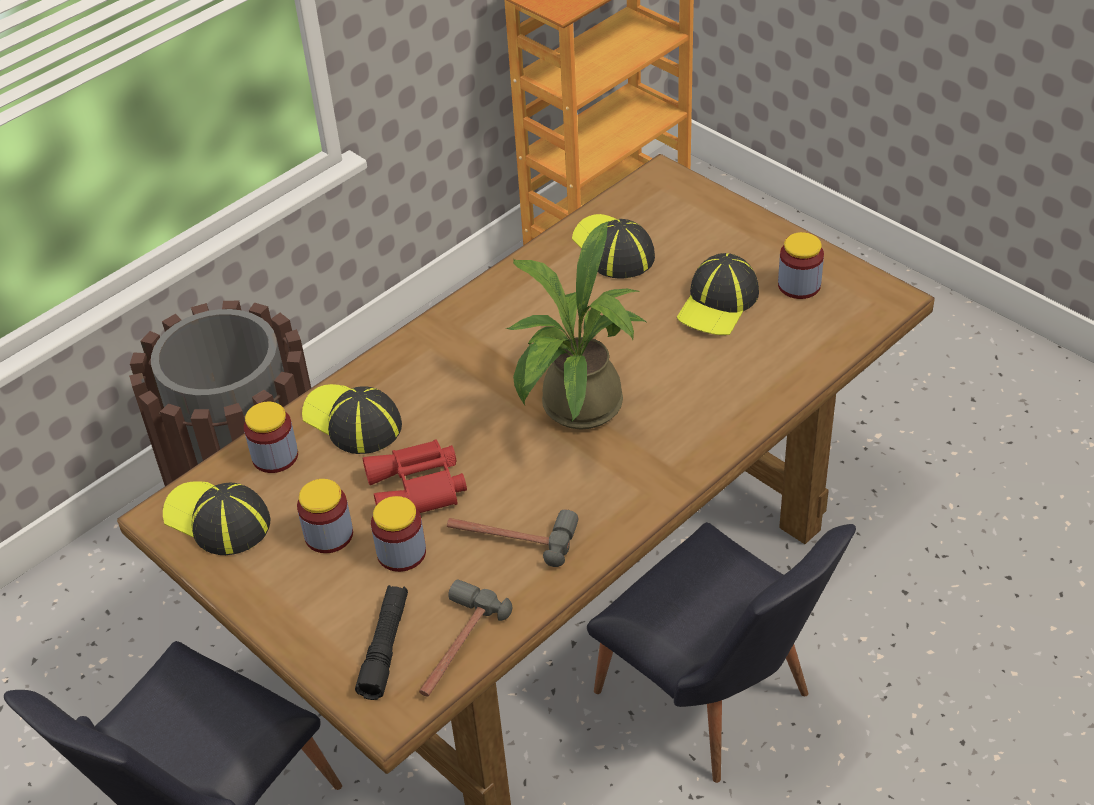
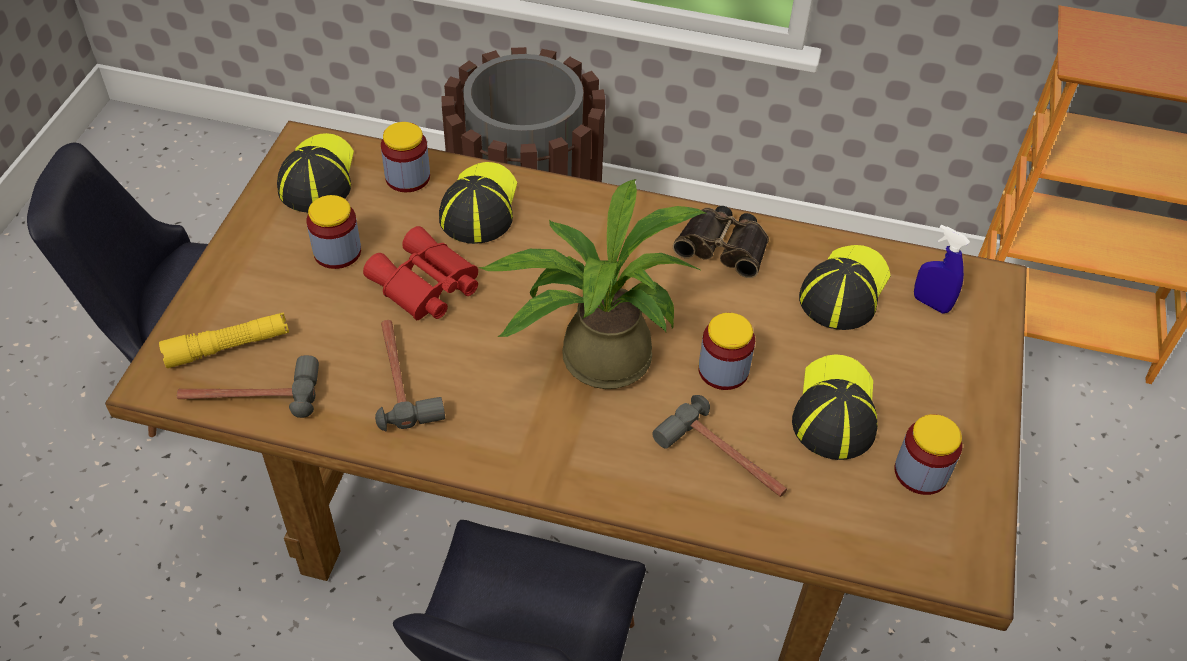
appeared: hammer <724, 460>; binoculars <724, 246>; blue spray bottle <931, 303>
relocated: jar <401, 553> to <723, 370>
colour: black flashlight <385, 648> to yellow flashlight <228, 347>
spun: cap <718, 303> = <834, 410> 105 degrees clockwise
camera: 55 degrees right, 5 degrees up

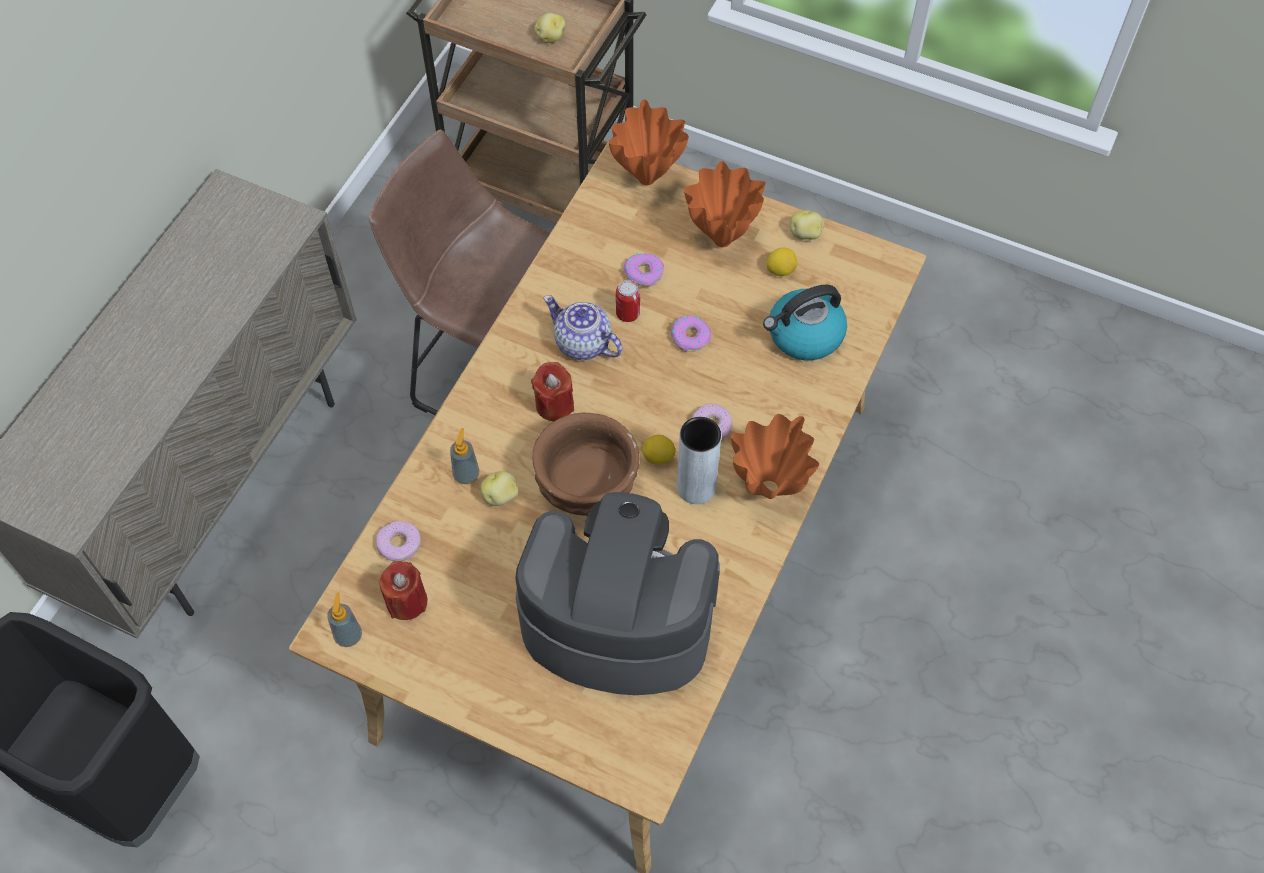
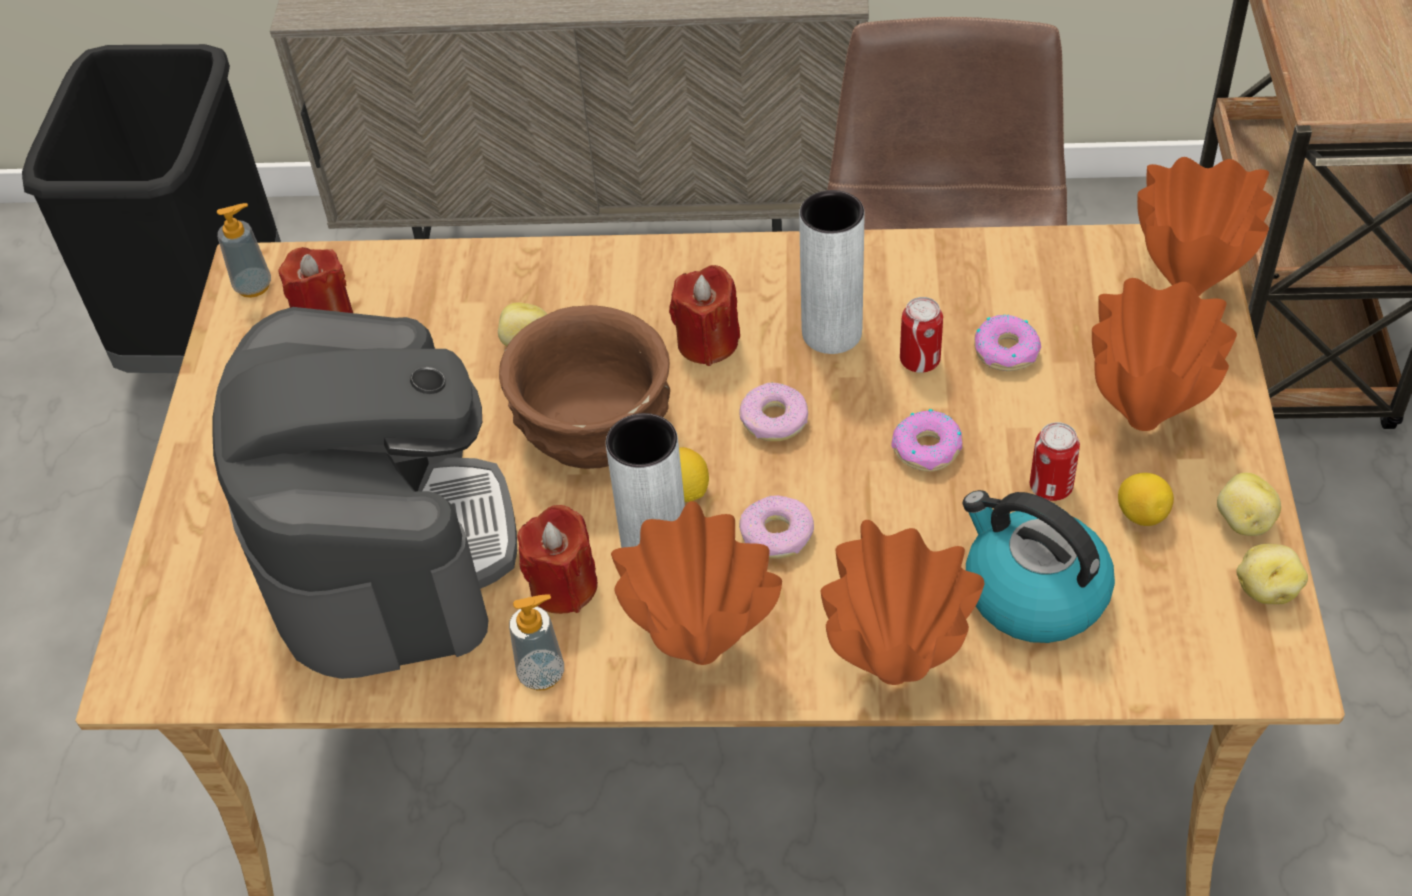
appeared: red candle <563, 586>; orange vase <894, 673>; can <1051, 486>
relocated: soap dispenser <466, 474> to <542, 674>; donut <399, 545> to <774, 420>; potato <550, 37> to <1265, 589>
exchanged: teapot <583, 344> to grey vase <831, 333>
camera: 70 degrees right, 10 degrees down

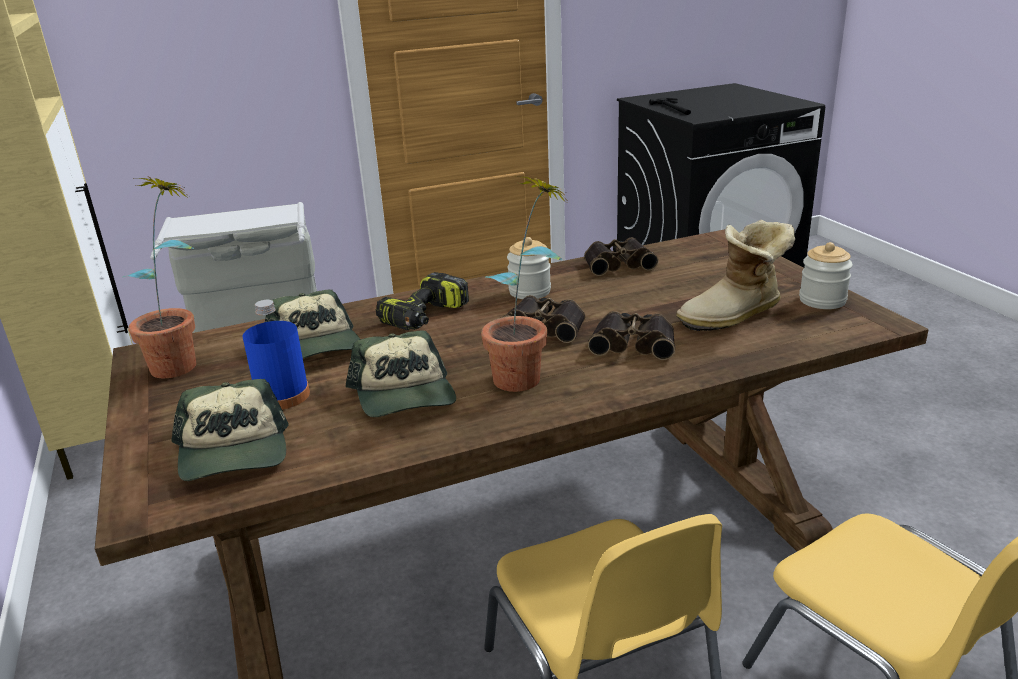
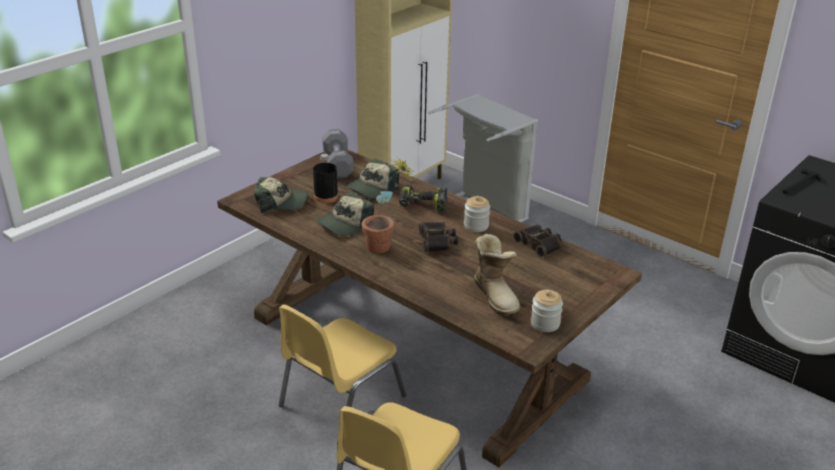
missing: binoculars <634, 343>
exchanged: potted plant <183, 360> to grey dumbbell <338, 164>
colour: blue bottle <282, 396> to black bottle <326, 197>
spun: cap <234, 452> = <281, 202> 135 degrees counterclockwise; boot <735, 316> = <496, 296> 150 degrees counterclockwise
camera: 60 degrees right, 5 degrees up

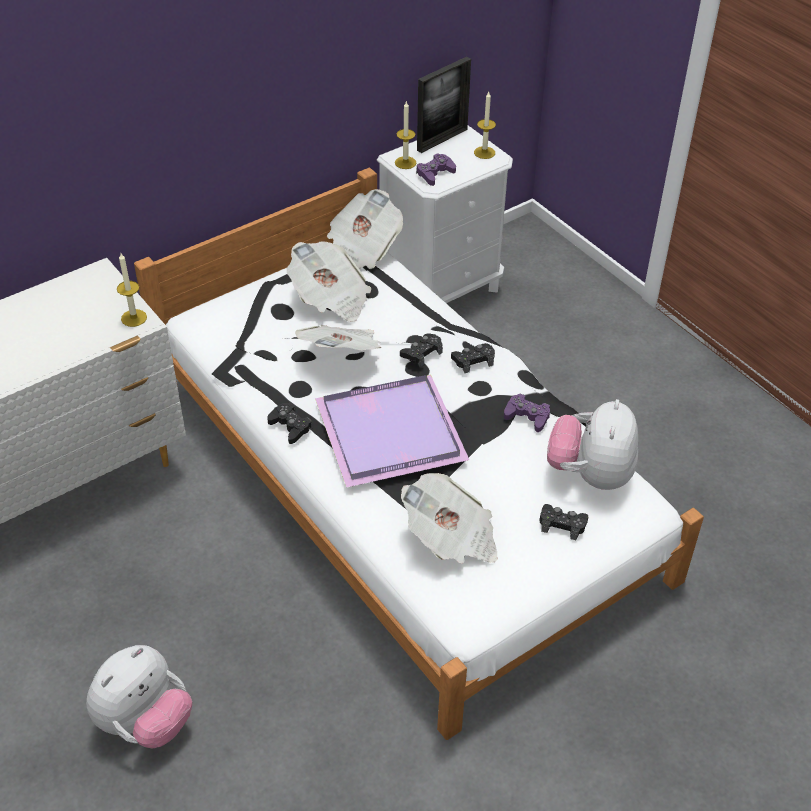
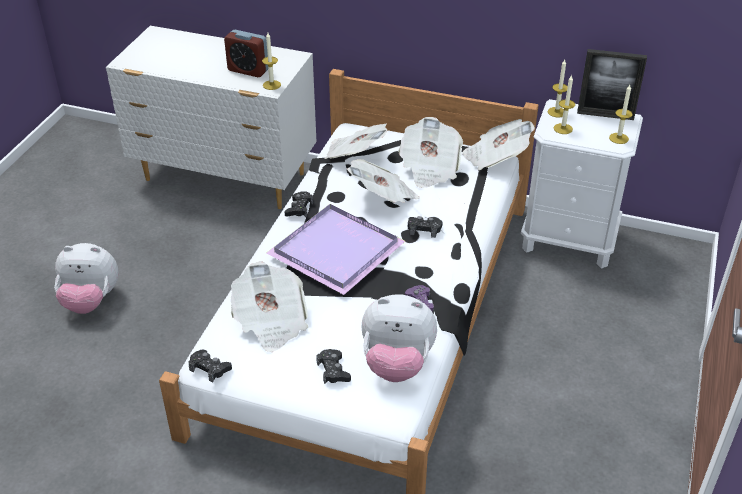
appeared: alarm clock <248, 70>; newspaper <355, 155>
relocated: black game controller <473, 361> to <210, 368>
exchanged: purple game controller <435, 173> to candle <563, 128>
spun: plush toy <590, 474> = <397, 364> 150 degrees counterclockwise
camera: 55 degrees right, 5 degrees down

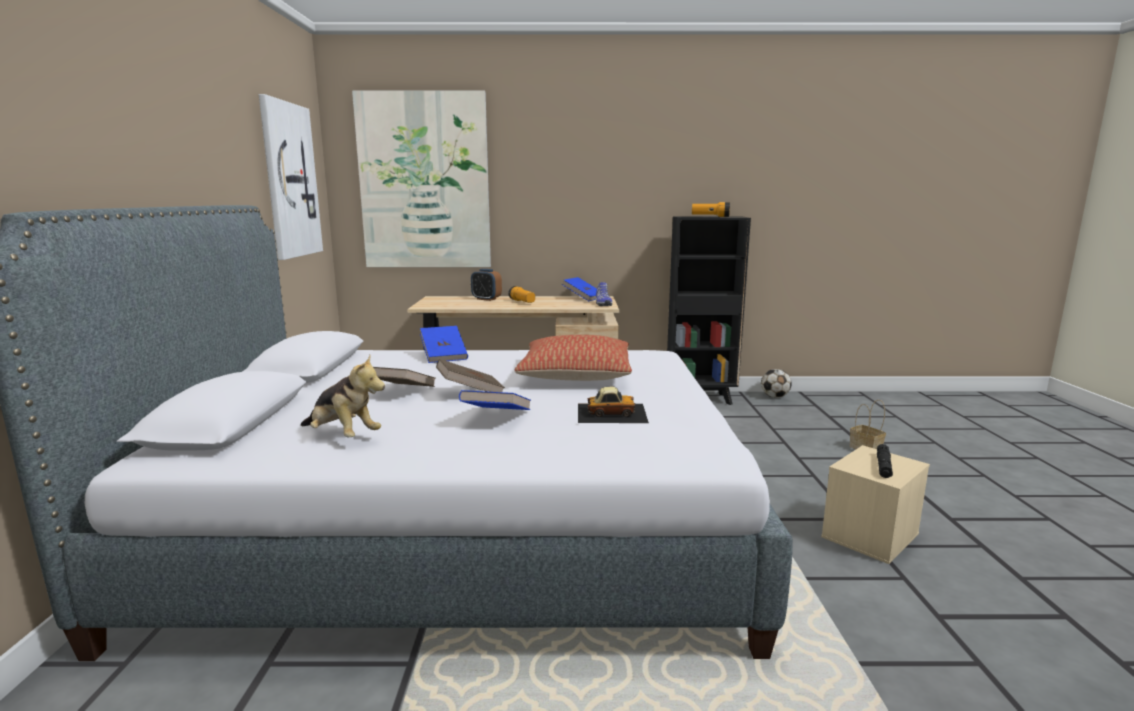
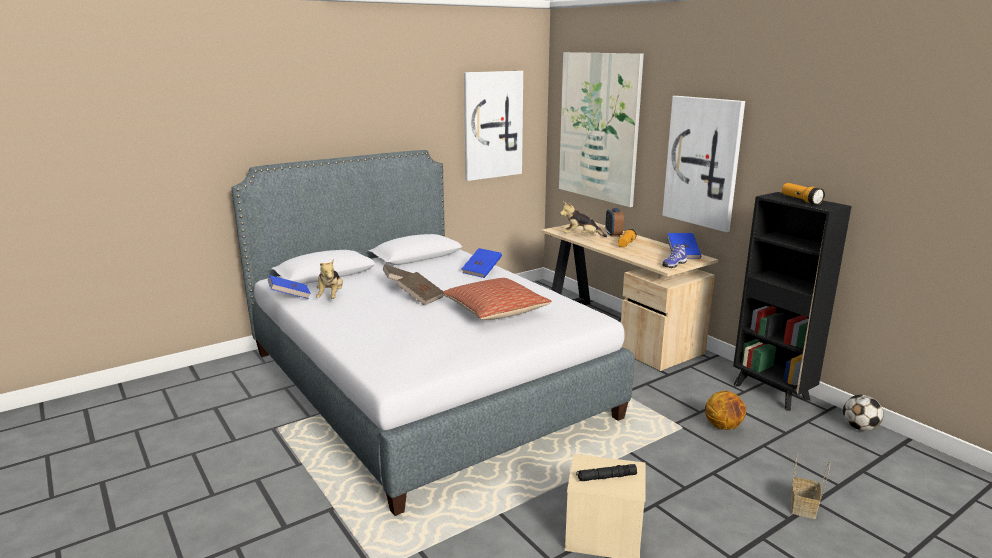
missing: toy car <611, 412>
appeared: plush toy <581, 236>; picture <702, 162>; basketball <724, 426>
relocated: blue book <496, 418> to <290, 296>
camera: 55 degrees right, 5 degrees up

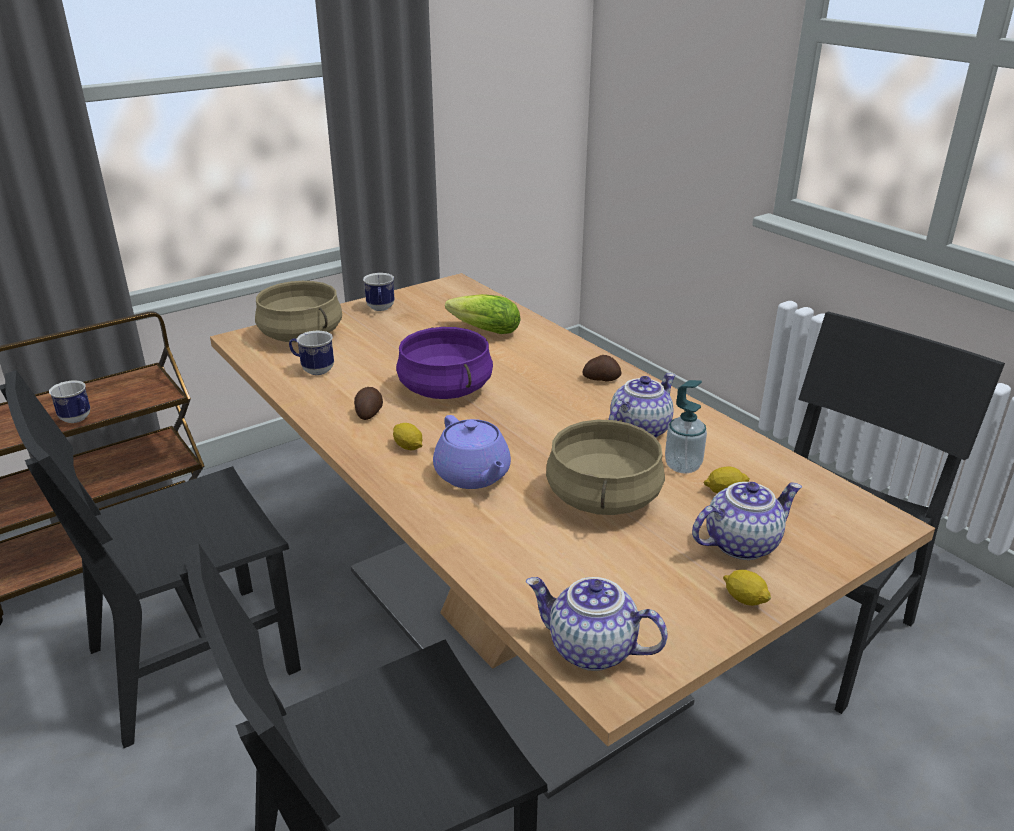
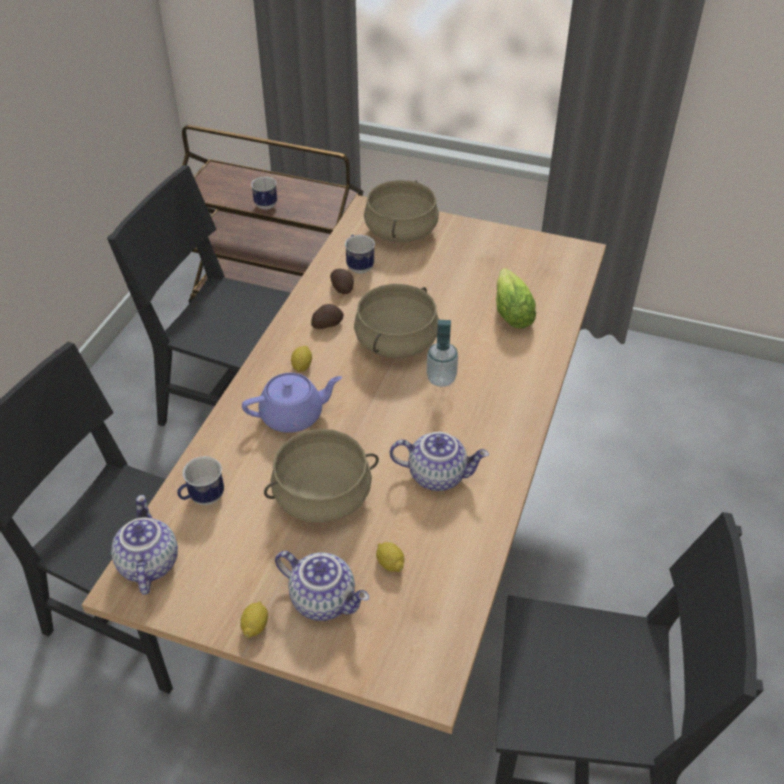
relocated: mug <380, 309> to <203, 499>; potato <601, 378> to <342, 287>; soap dispenser <682, 466> to <441, 379>
colour: purple cooking pot <446, 389> to beige cooking pot <397, 342>
spun: purple teapot <473, 475> = <293, 415> 135 degrees counterclockwise
camera: 55 degrees right, 15 degrees up

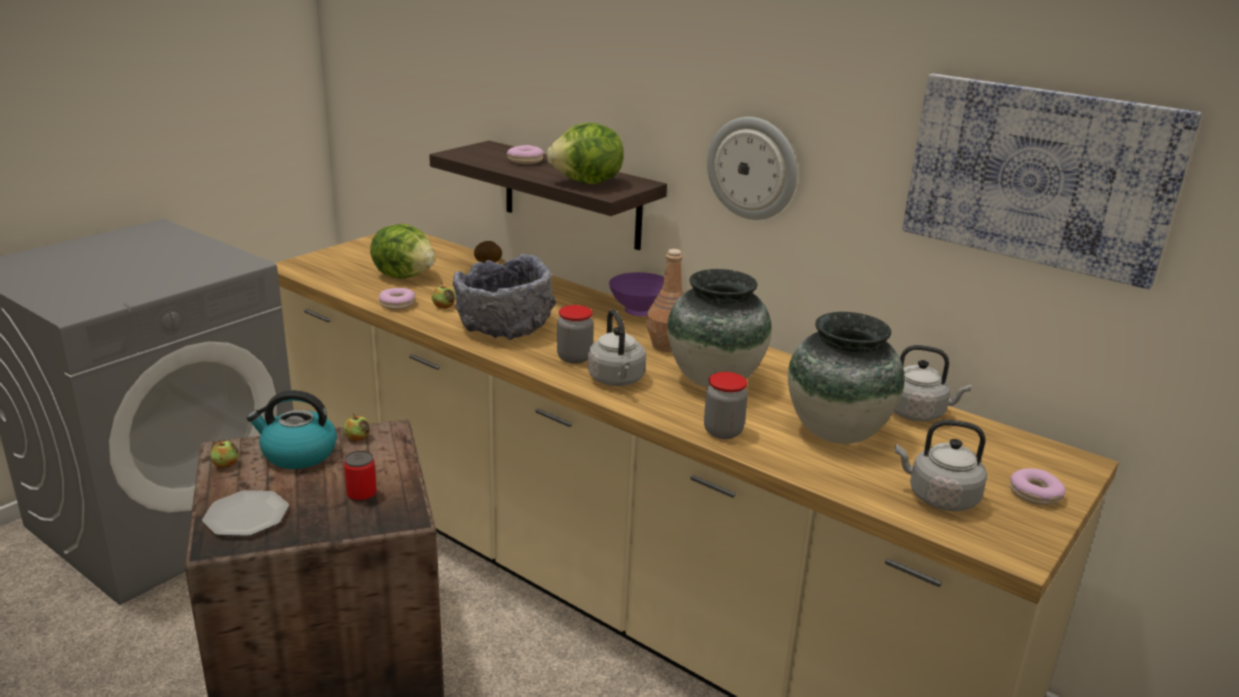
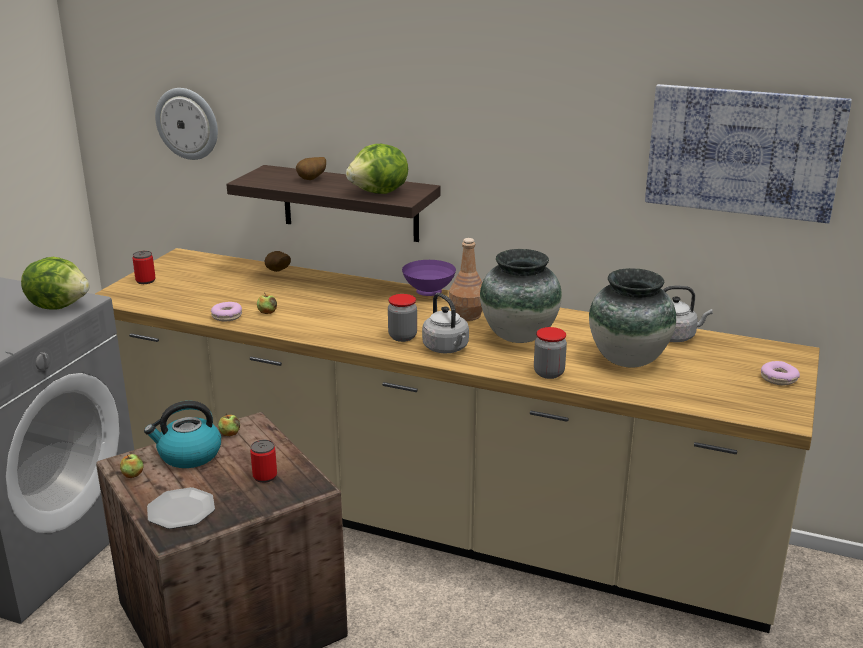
missing: grey bowl <504, 327>; grey kettle <938, 498>
appeared: can <145, 281>
relocated: lettuce <405, 275> to <59, 305>; wall clock <753, 168> to <187, 123>
exchanged: donut <525, 161> to potato <312, 180>
camera: 15 degrees left, 0 degrees up

